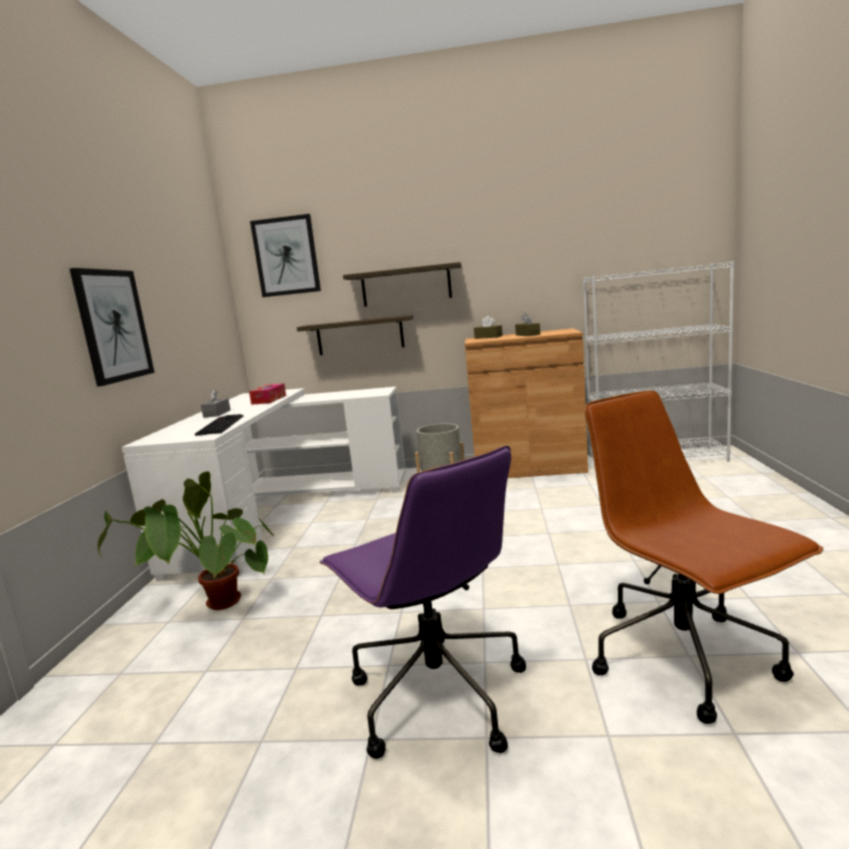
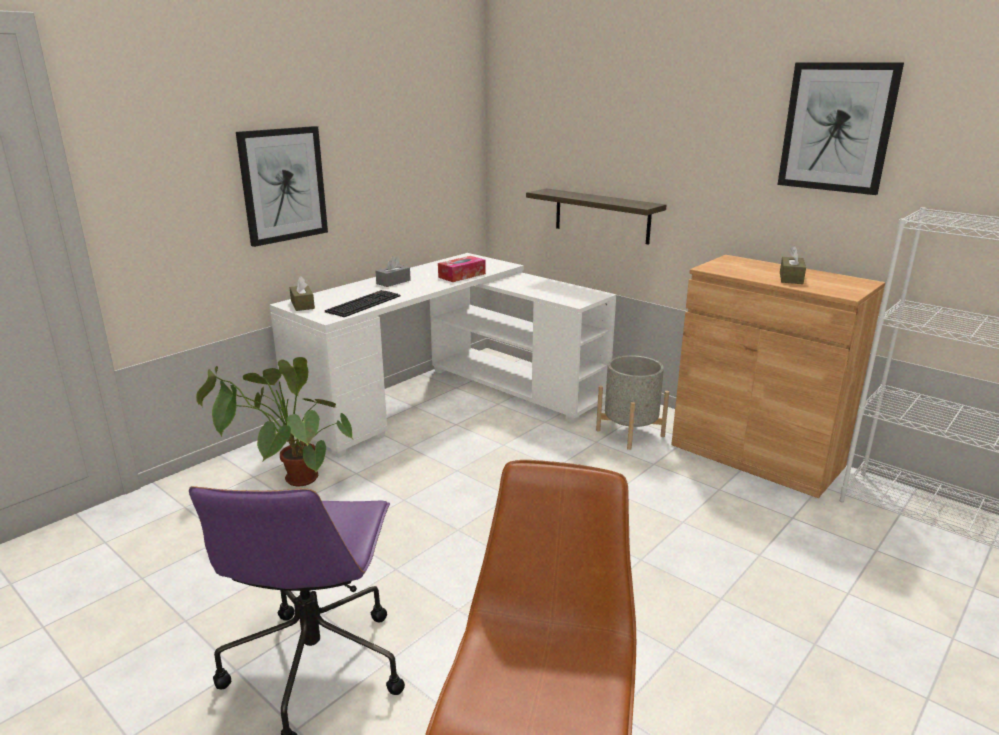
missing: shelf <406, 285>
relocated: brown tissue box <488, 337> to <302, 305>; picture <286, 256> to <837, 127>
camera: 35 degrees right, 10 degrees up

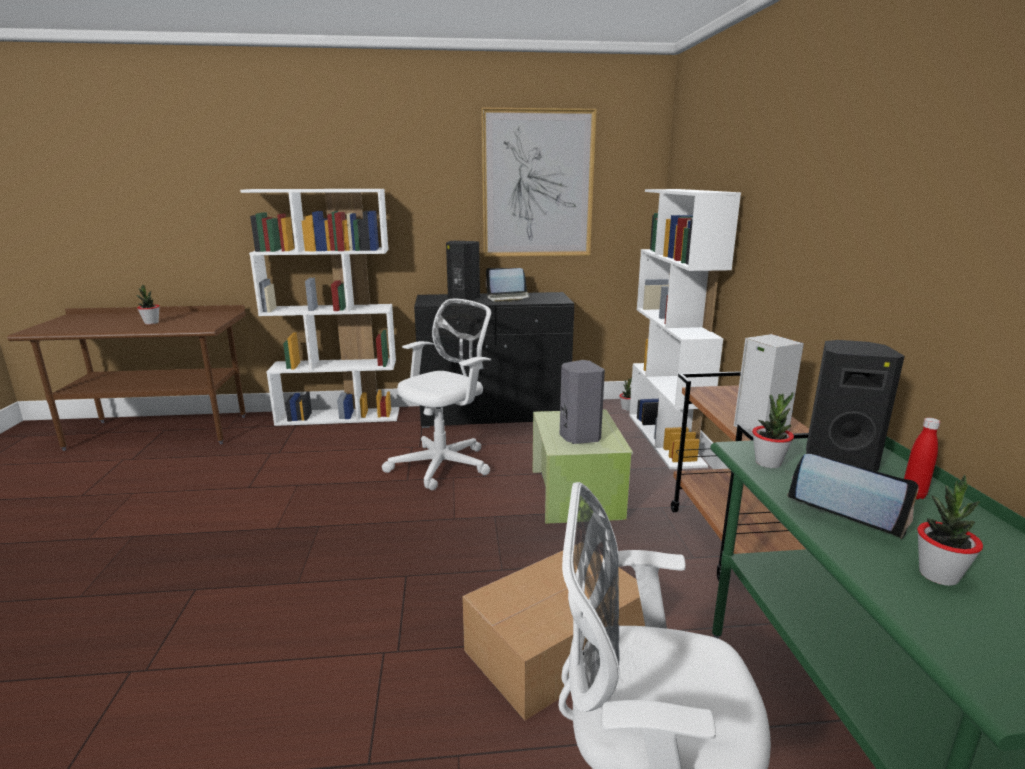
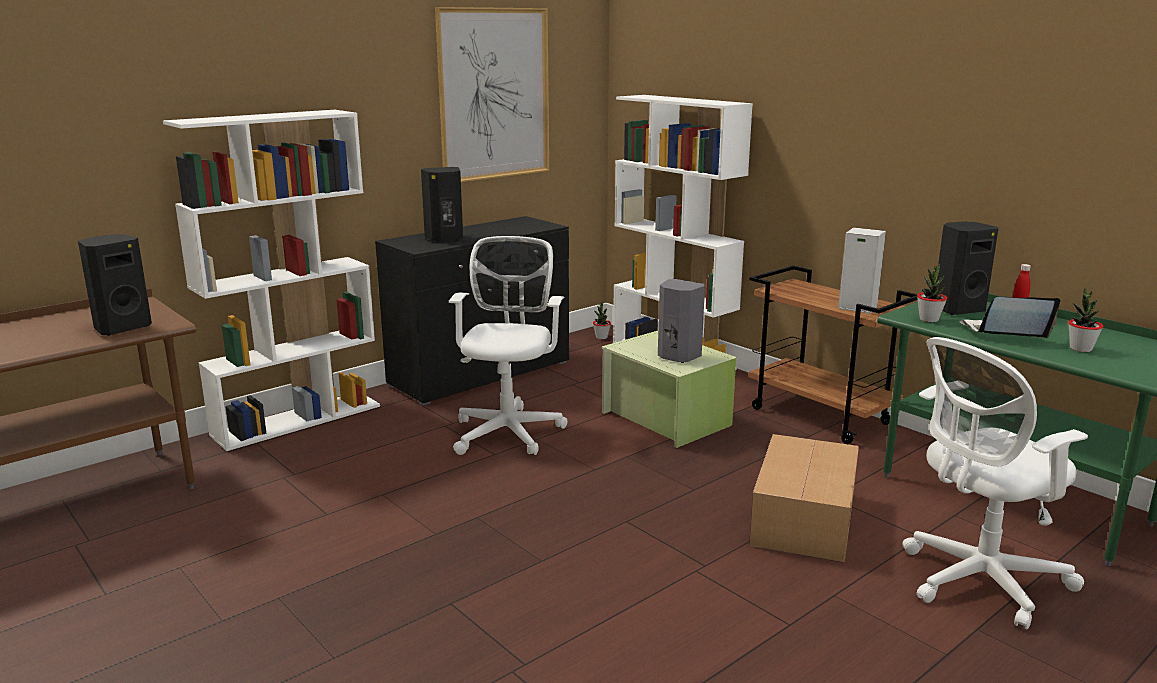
missing: potted plant <151, 323>; laptop <508, 298>
appeared: black speaker <121, 328>
camera: 35 degrees left, 0 degrees up

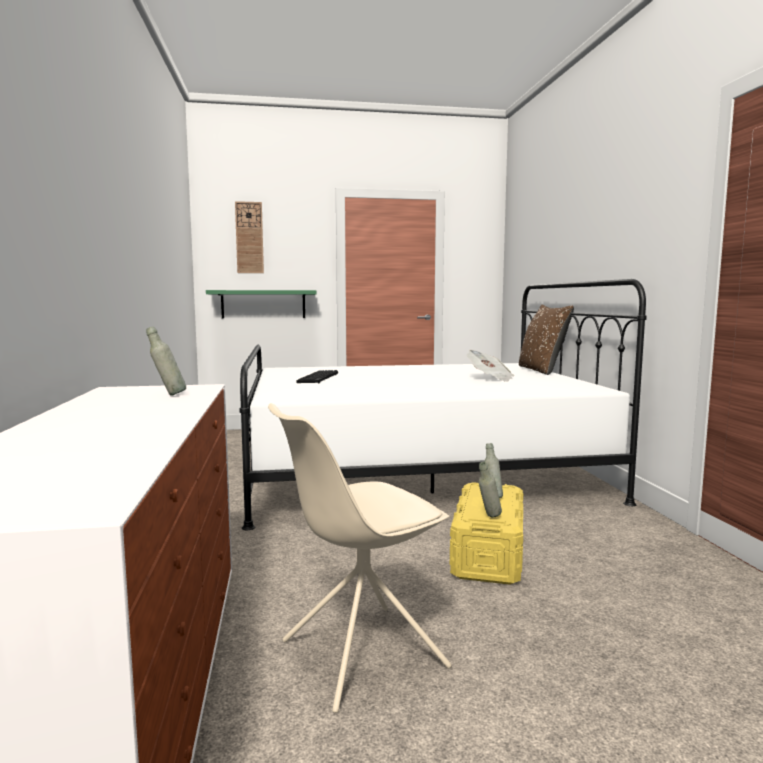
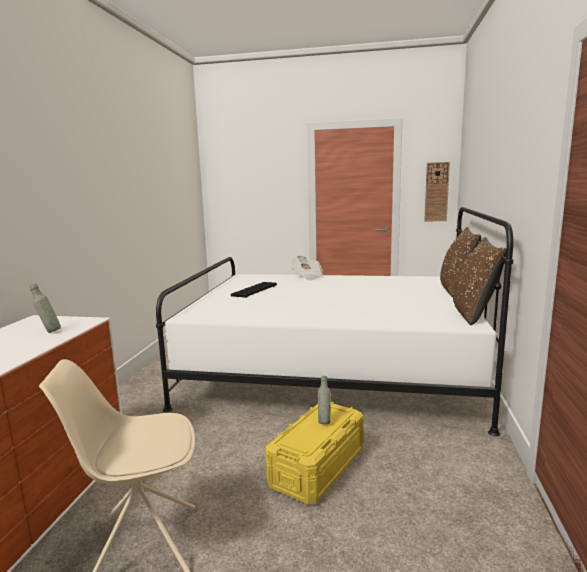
missing: green shelf <263, 304>; grey bottle <489, 517>
appeared: brown pillow <473, 314>
relocated: newspaper <490, 378> to <307, 277>; wall clock <249, 237> to <436, 192>
camera: 20 degrees right, 5 degrees up

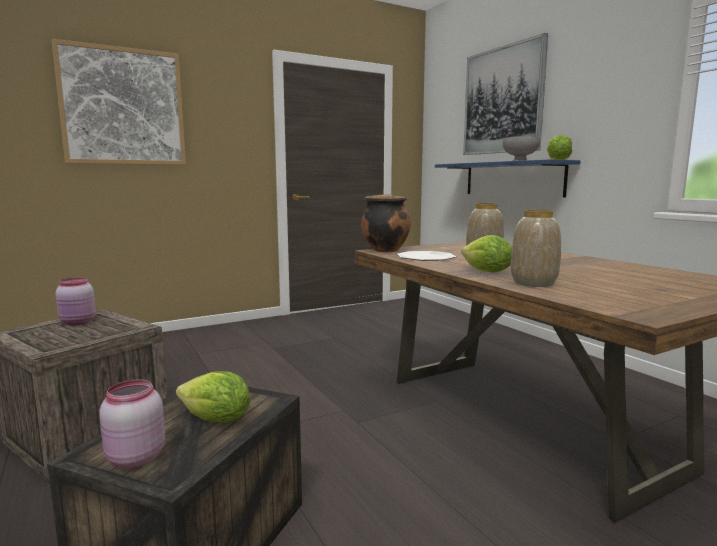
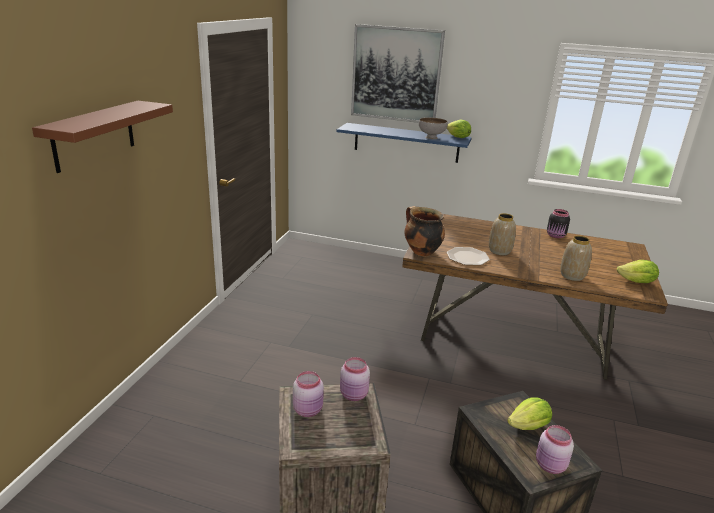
appeared: pink jar <354, 395>; black jar <556, 236>
relocated: lettuce <486, 272> to <636, 282>
exchanged: picture <123, 107> to brown shelf <94, 135>
camera: 45 degrees left, 15 degrees up

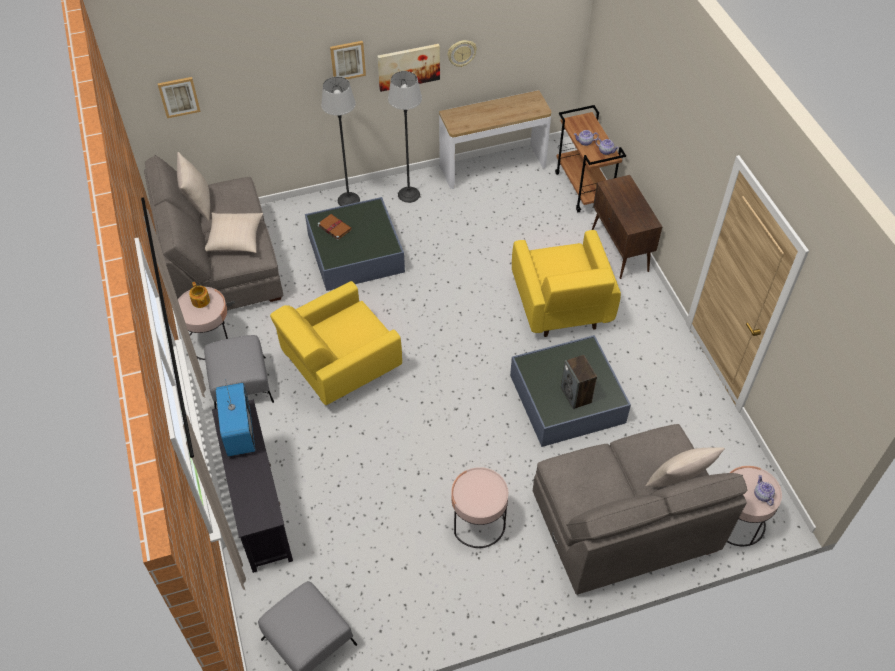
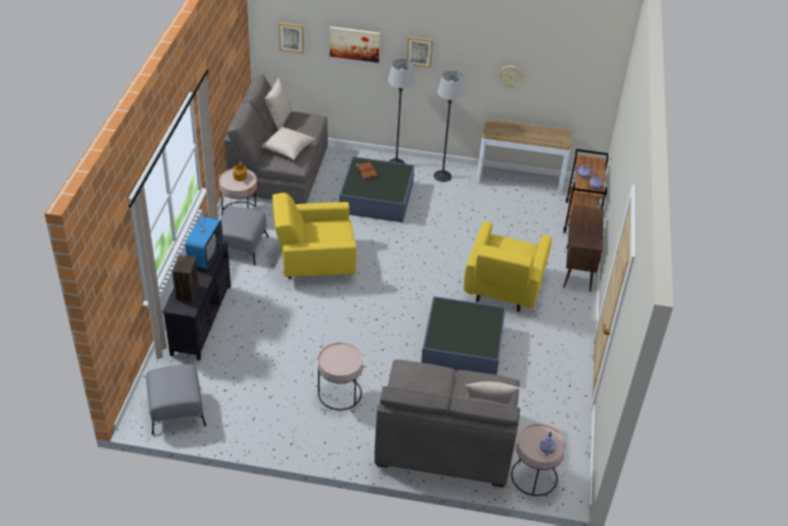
relocated: speaker <576, 395> to <187, 292>; picture <408, 66> to <354, 43>
camera: 25 degrees right, 10 degrees down

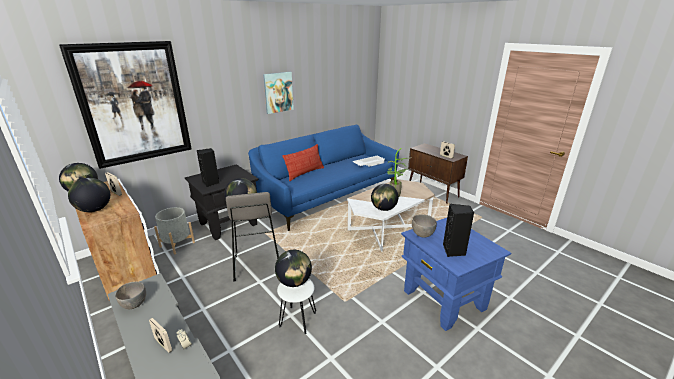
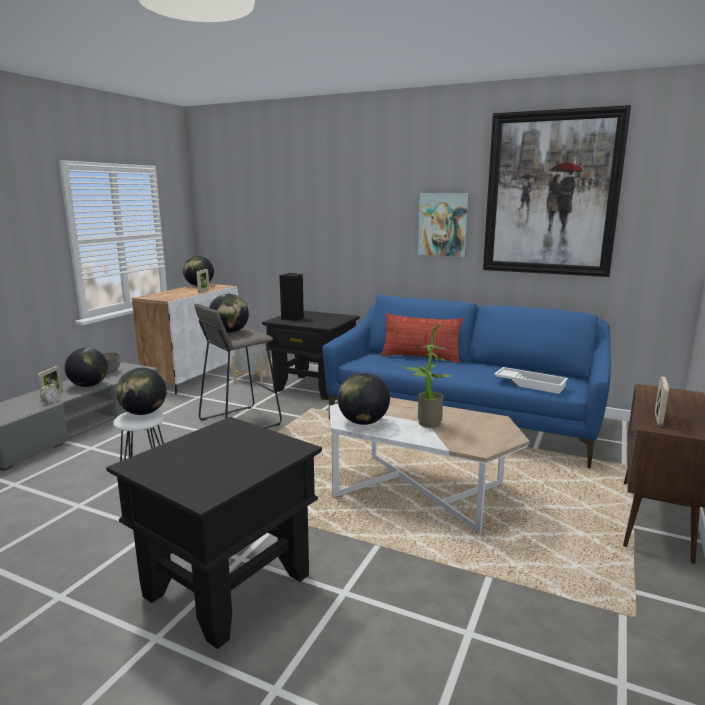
missing: grey bowl <422, 234>; black speaker <454, 251>
relocated: globe <95, 210> to <89, 385>; picture <134, 104> to <551, 194>
colour: blue side table <443, 300> to black side table <227, 585>
camera: 65 degrees right, 10 degrees down

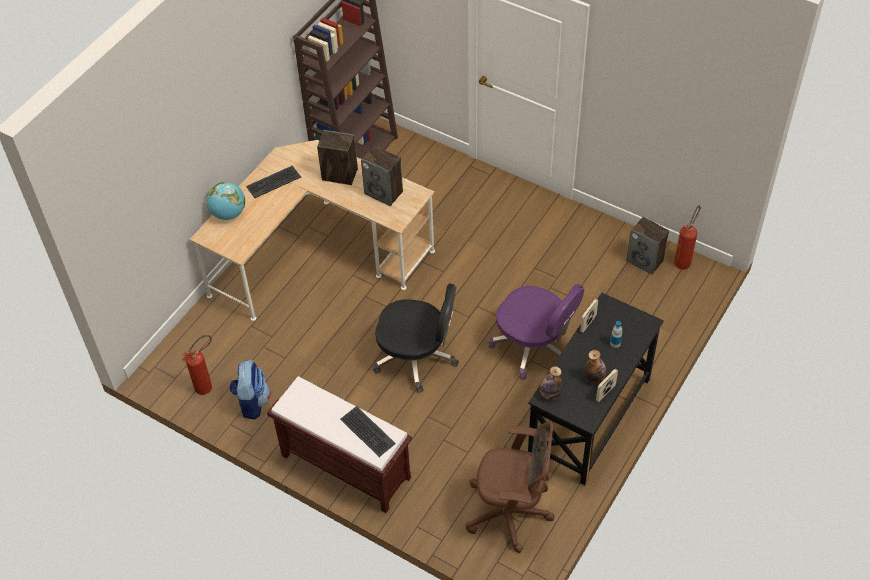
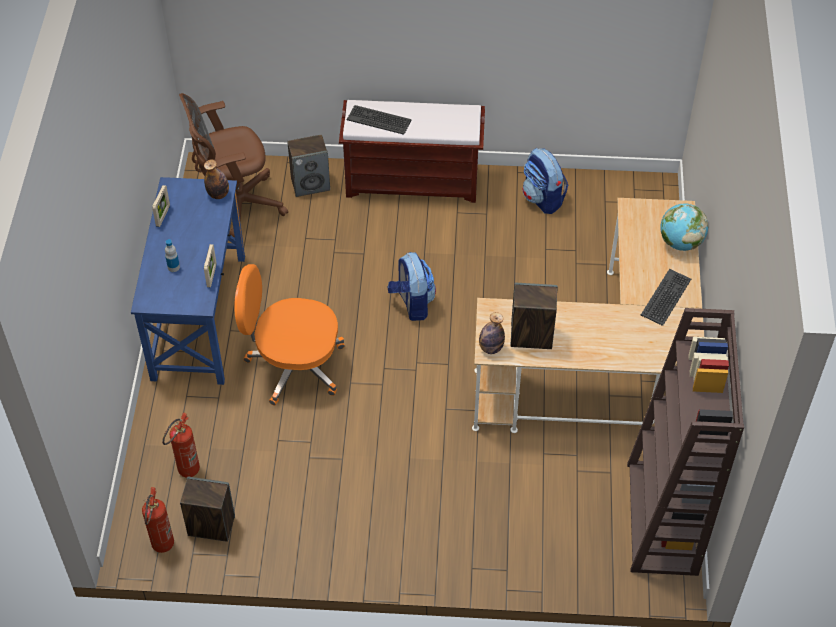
relocated: fire extinguisher <207, 385> to <185, 473>; speaker <339, 175> to <310, 184>; bottle <594, 378> to <490, 348>
exchanged: black office chair <417, 357> to backpack <412, 303>
colour: black desk <590, 417> to blue desk <198, 317>; purple office chair <534, 346> to orange office chair <294, 365>
camera: 150 degrees right, 0 degrees up

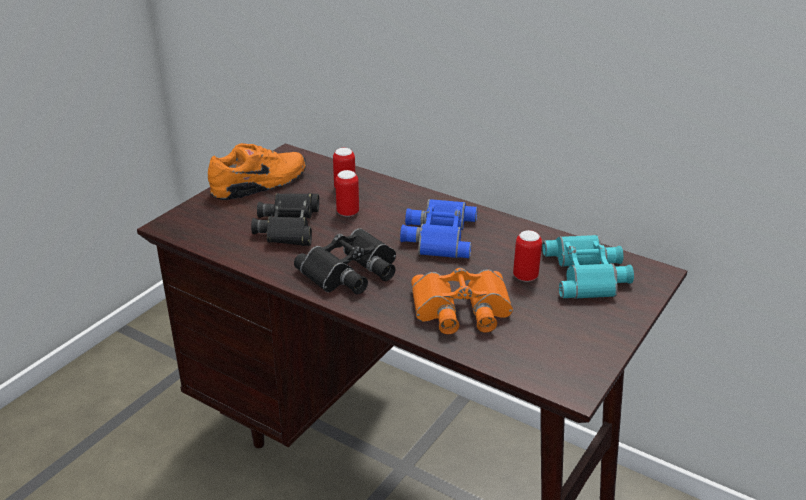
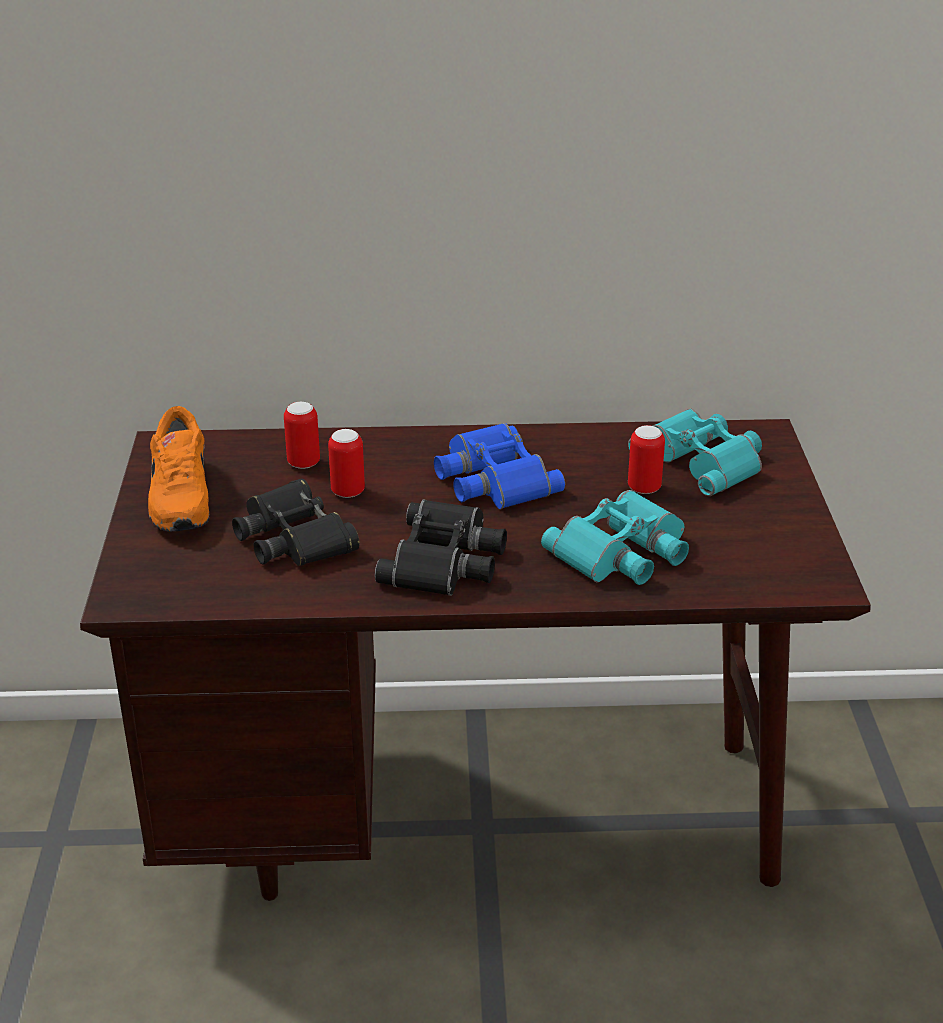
colour: orange binoculars <461, 310> to turquoise binoculars <623, 552>
spun: orange shoe <260, 184> = <179, 498> 150 degrees clockwise
camera: 35 degrees left, 0 degrees up

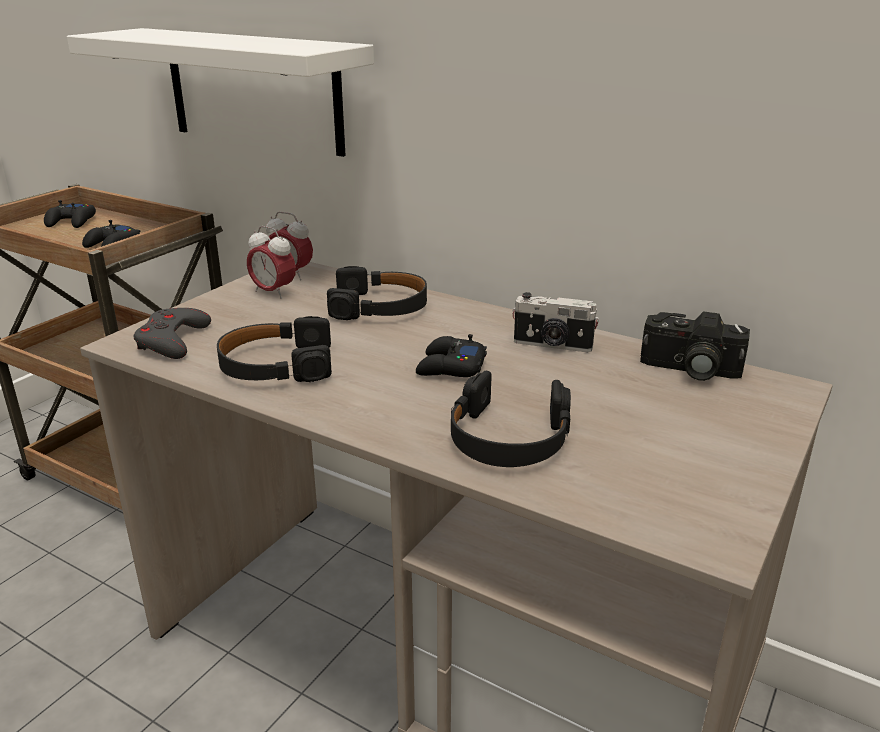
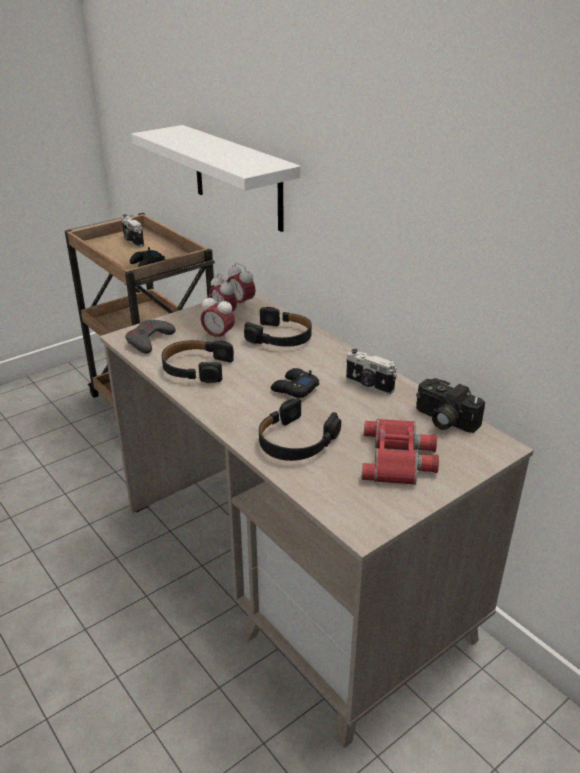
appeared: alarm clock <218, 337>; red binoculars <399, 458>
exchanged: black game controller <72, 222> to photo camera <132, 241>
camera: 20 degrees right, 5 degrees up

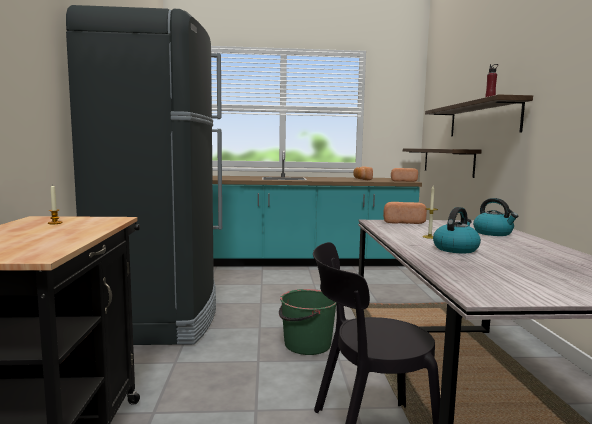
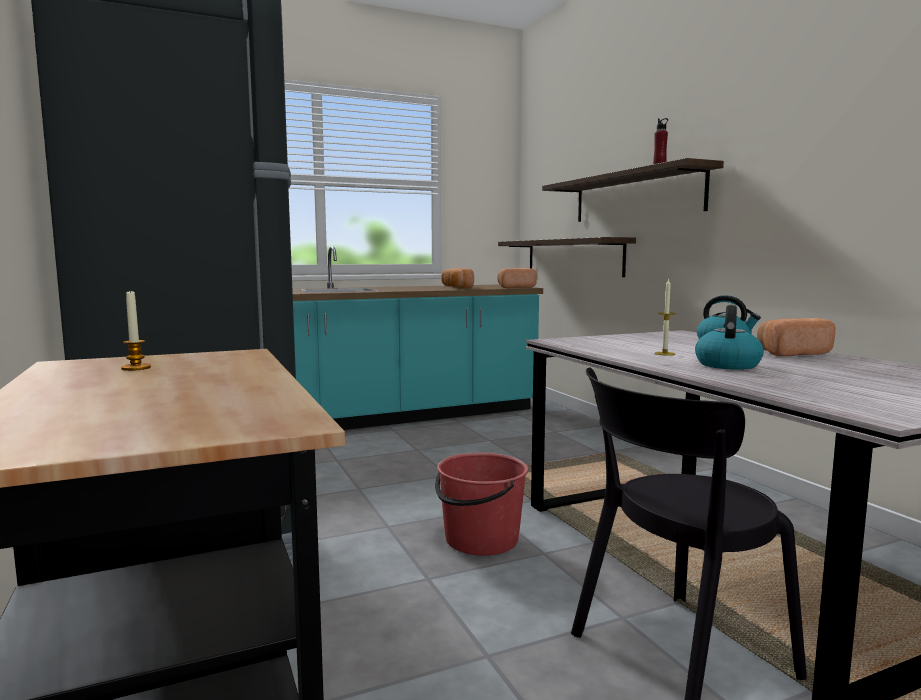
relocated: bread <402, 222> to <790, 353>
colour: green bucket <306, 345> to red bucket <480, 540>
camera: 20 degrees left, 0 degrees up

